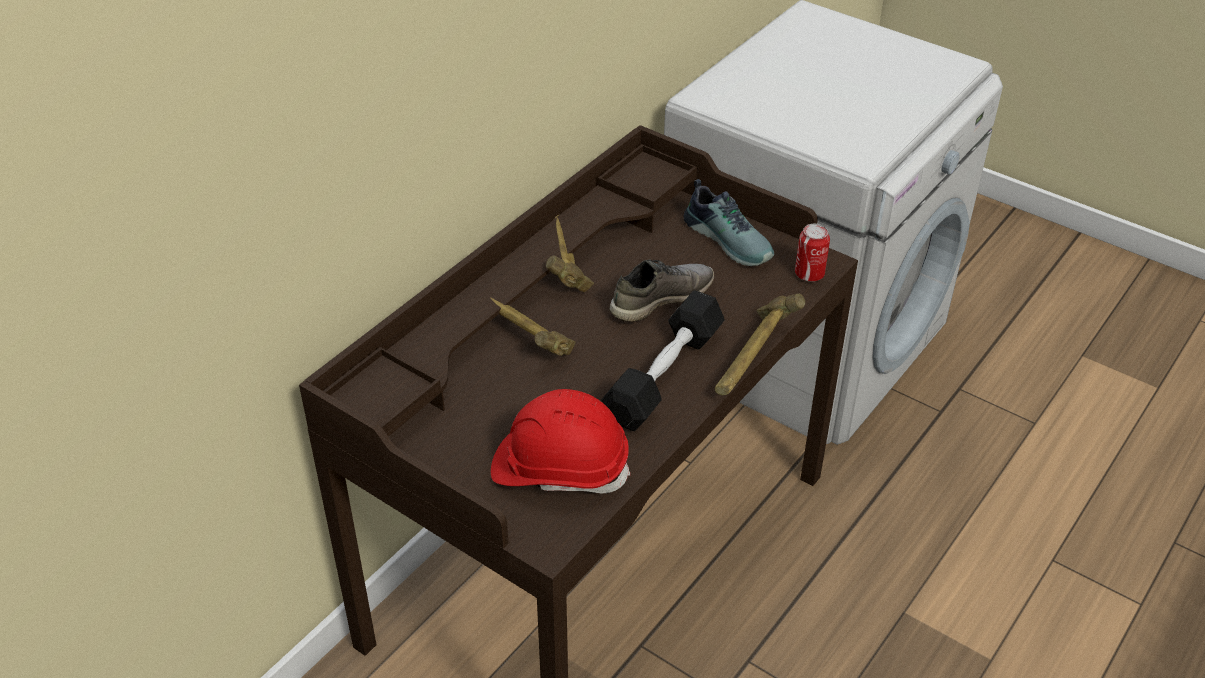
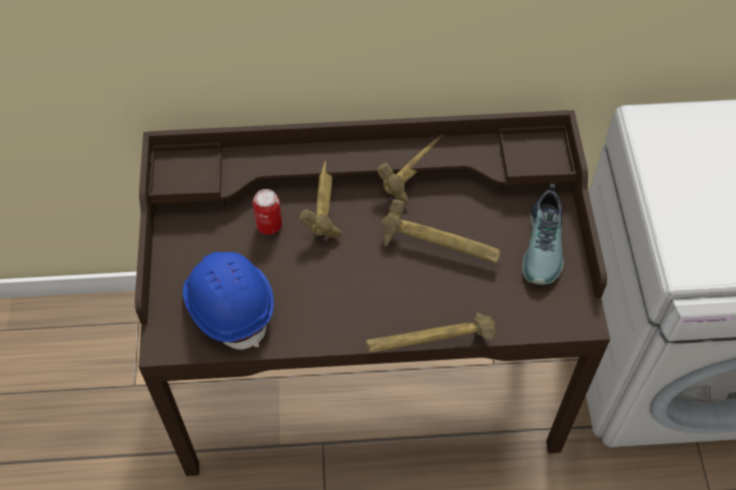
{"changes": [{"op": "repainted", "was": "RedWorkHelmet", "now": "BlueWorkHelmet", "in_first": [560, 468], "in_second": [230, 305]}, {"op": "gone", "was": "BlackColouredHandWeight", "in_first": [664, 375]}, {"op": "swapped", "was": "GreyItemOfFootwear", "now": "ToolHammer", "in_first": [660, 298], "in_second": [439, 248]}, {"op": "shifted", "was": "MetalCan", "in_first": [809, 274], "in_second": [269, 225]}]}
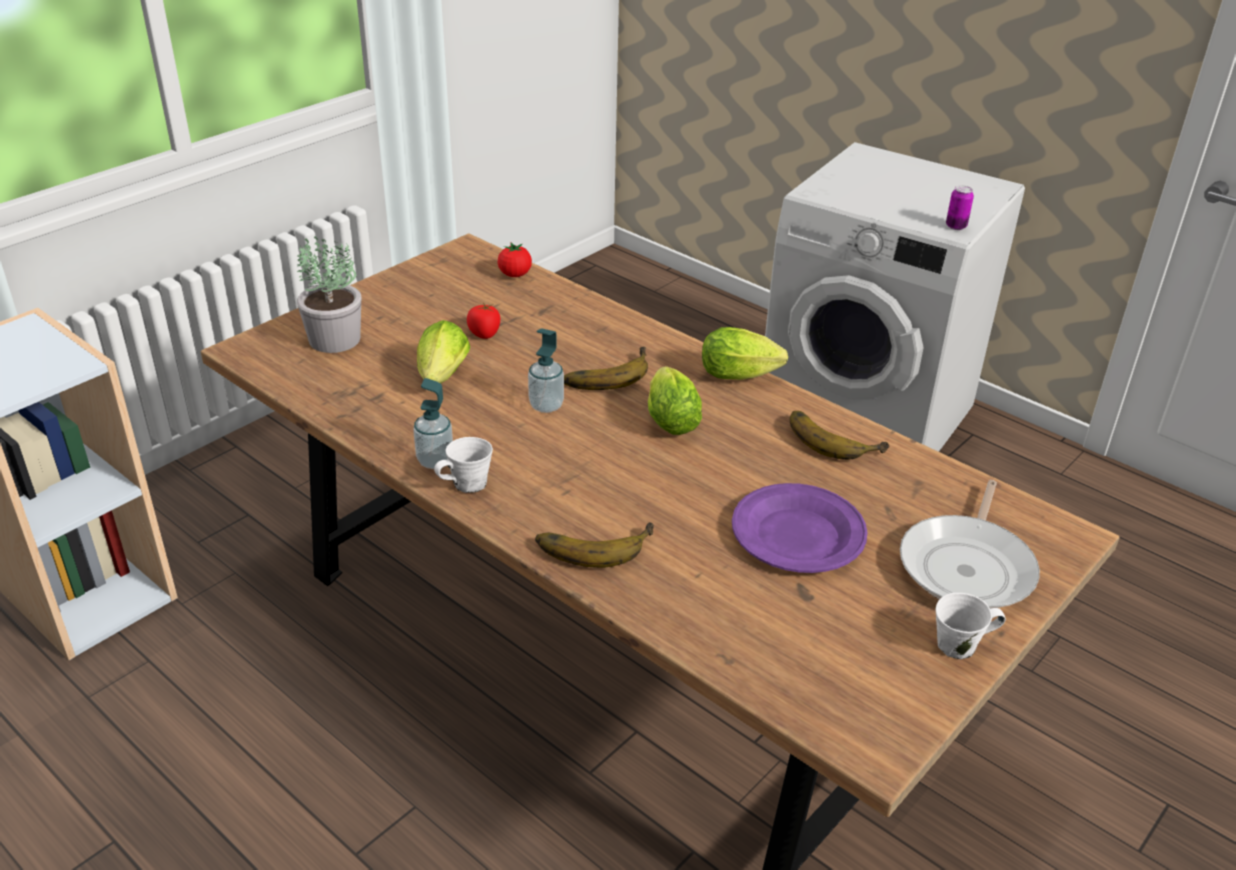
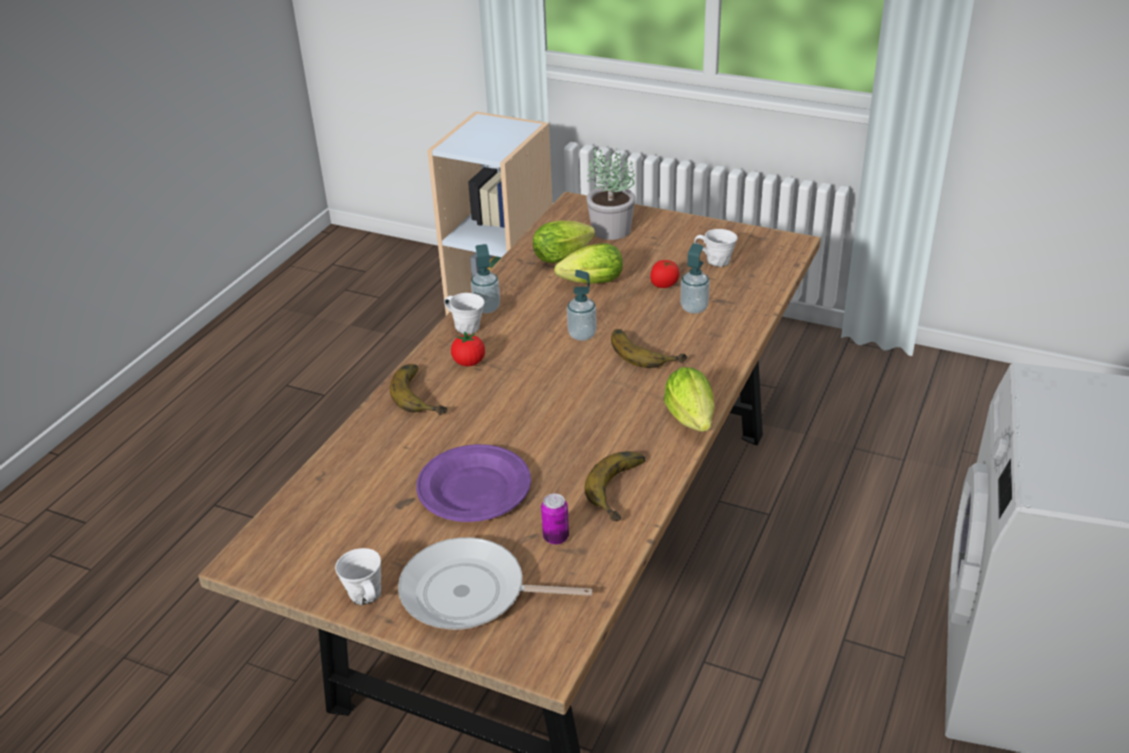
{"changes": [{"op": "shifted", "was": "Tomato", "in_first": [515, 275], "in_second": [469, 362]}, {"op": "shifted", "was": "Lettuce", "in_first": [670, 418], "in_second": [565, 256]}, {"op": "shifted", "was": "MetalCan", "in_first": [956, 226], "in_second": [556, 537]}, {"op": "new", "now": "SoapBottle", "in_second": [694, 308]}, {"op": "new", "now": "WhitishMug", "in_second": [716, 261]}]}
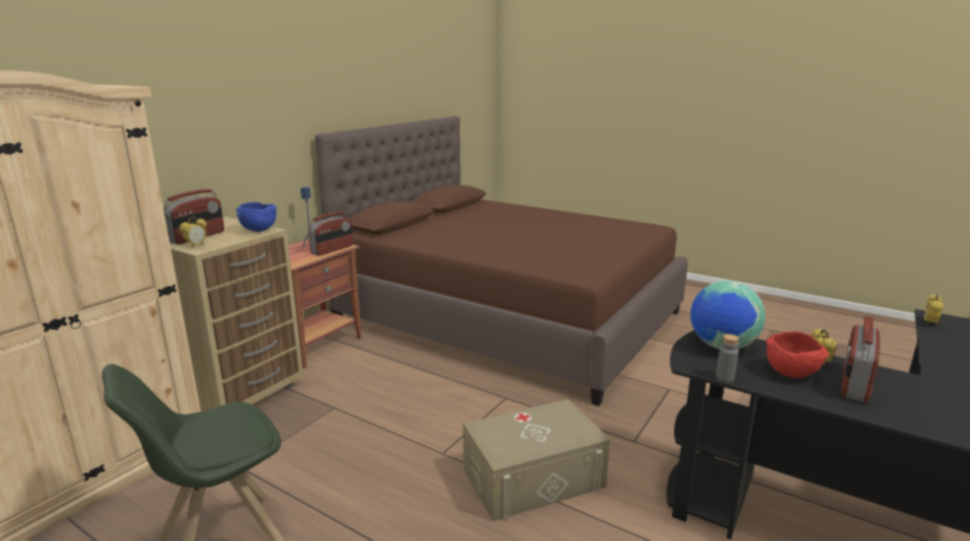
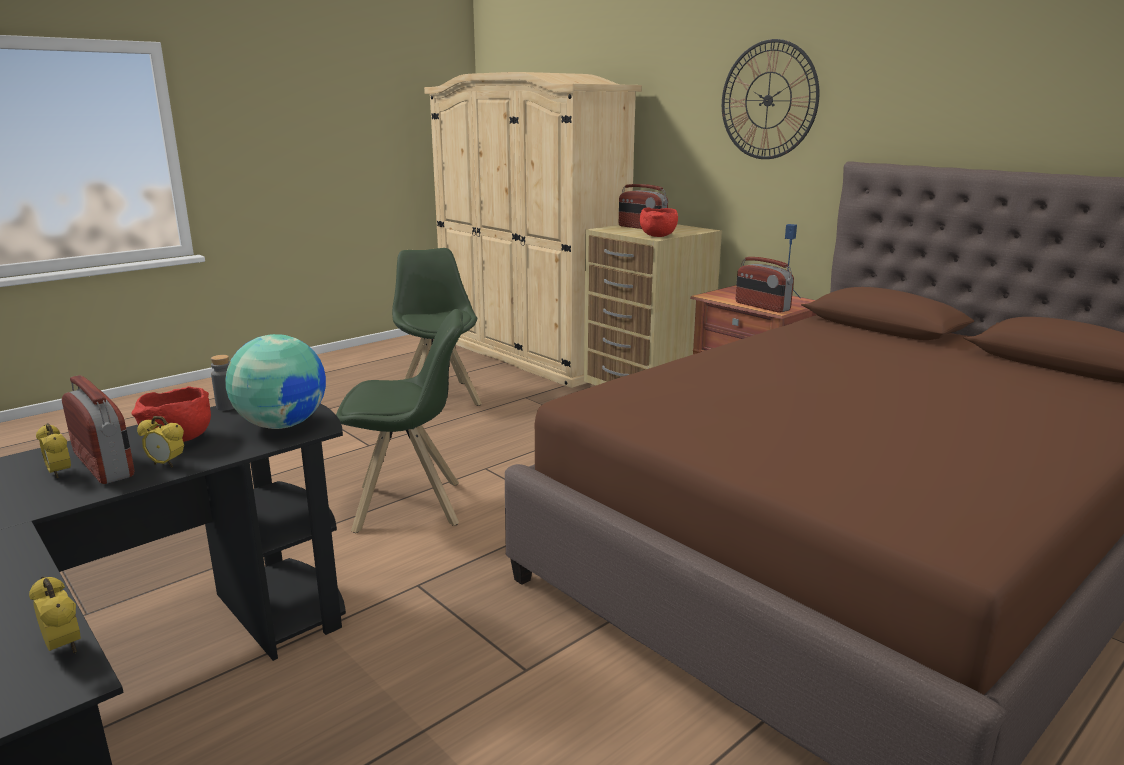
{"changes": [{"op": "shifted", "was": "TableClock", "in_first": [196, 245], "in_second": [59, 473]}, {"op": "repainted", "was": "BlueBowl", "now": "RedBowl", "in_first": [258, 230], "in_second": [658, 236]}, {"op": "swapped", "was": "SandColouredStorageBin", "now": "GreenPlainChair", "in_first": [533, 478], "in_second": [409, 506]}, {"op": "new", "now": "WallClock", "in_second": [768, 100]}]}
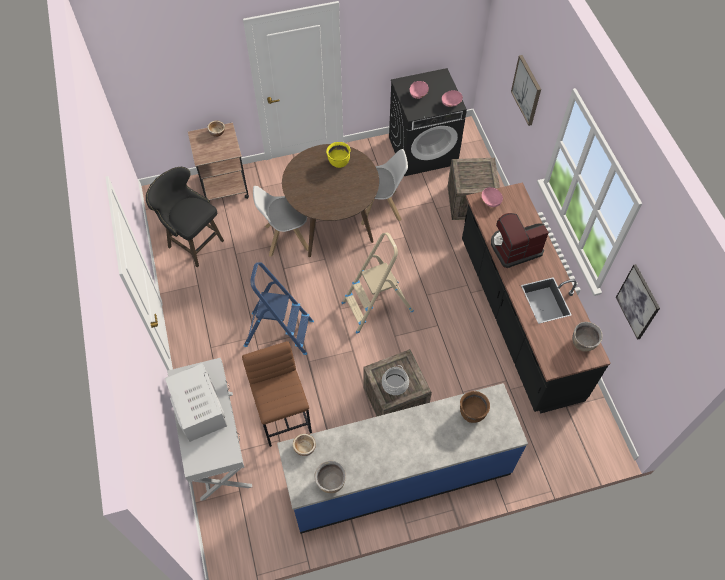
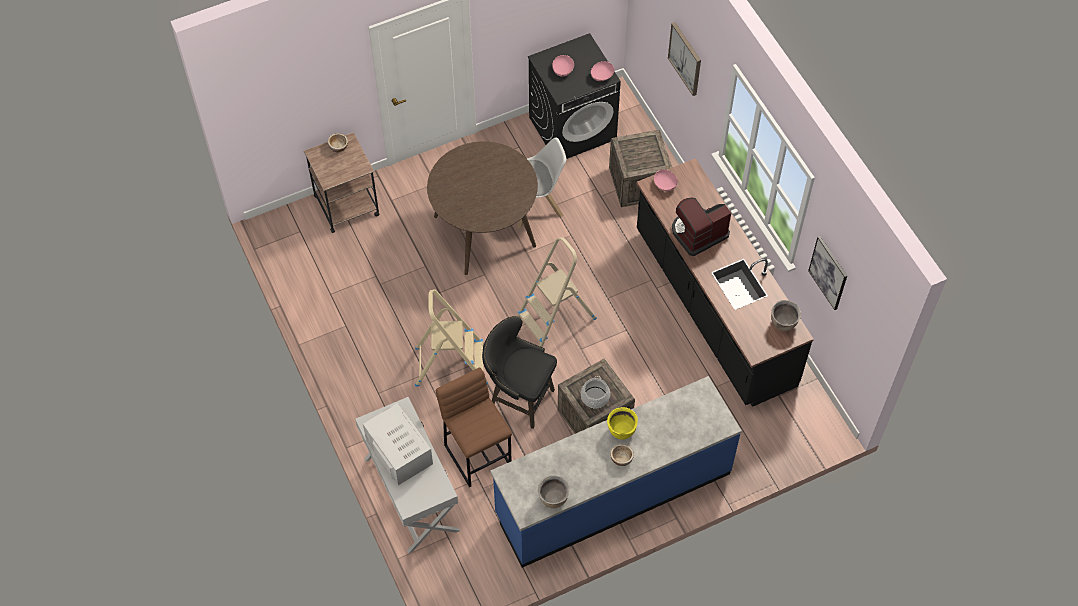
{"changes": [{"op": "shifted", "was": "BlackColouredStool", "in_first": [194, 242], "in_second": [519, 398]}, {"op": "repainted", "was": "BlueStepStool", "now": "SandColouredStepStool", "in_first": [279, 333], "in_second": [452, 366]}, {"op": "gone", "was": "PlainChair", "in_first": [285, 238]}, {"op": "shifted", "was": "Bowl", "in_first": [304, 447], "in_second": [621, 458]}, {"op": "shifted", "was": "YellowishSaucepot", "in_first": [339, 162], "in_second": [621, 430]}, {"op": "gone", "was": "BrownSaucepot", "in_first": [472, 412]}]}
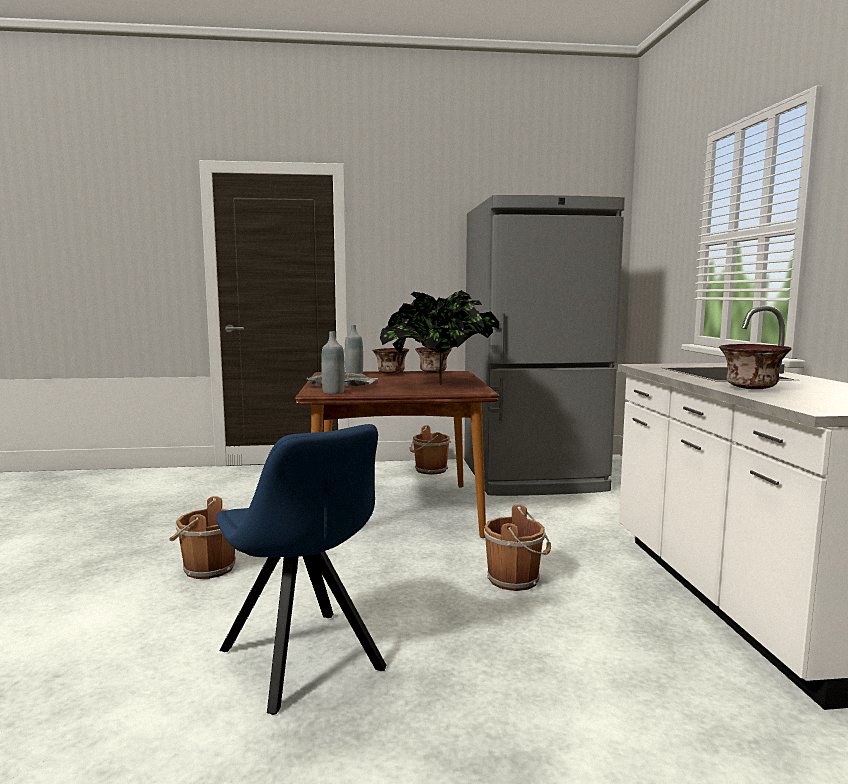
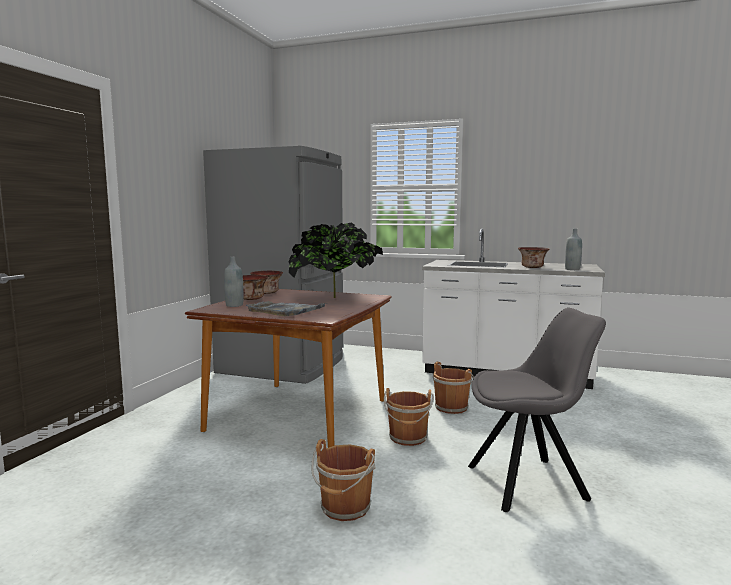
{"changes": [{"op": "repainted", "was": "BluePlainChair", "now": "GreyPlainChair", "in_first": [303, 659], "in_second": [527, 483]}, {"op": "shifted", "was": "GreyDrinkBottle", "in_first": [333, 392], "in_second": [572, 269]}, {"op": "shifted", "was": "BrownPail", "in_first": [429, 470], "in_second": [408, 438]}]}
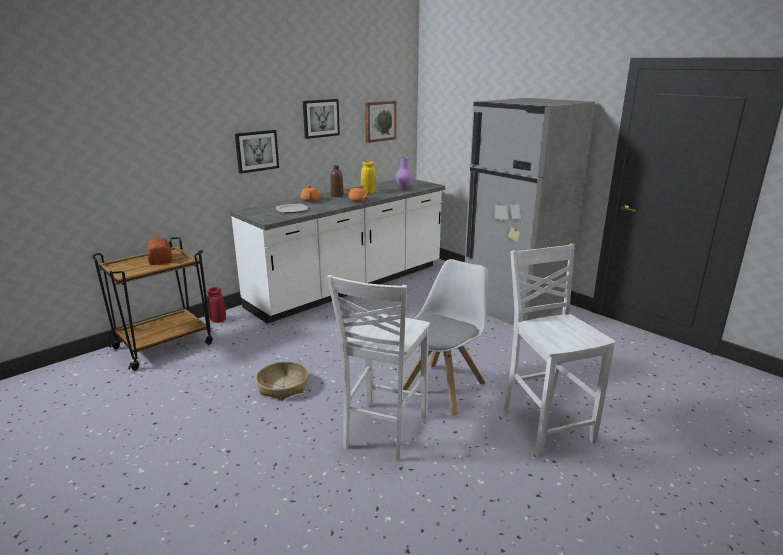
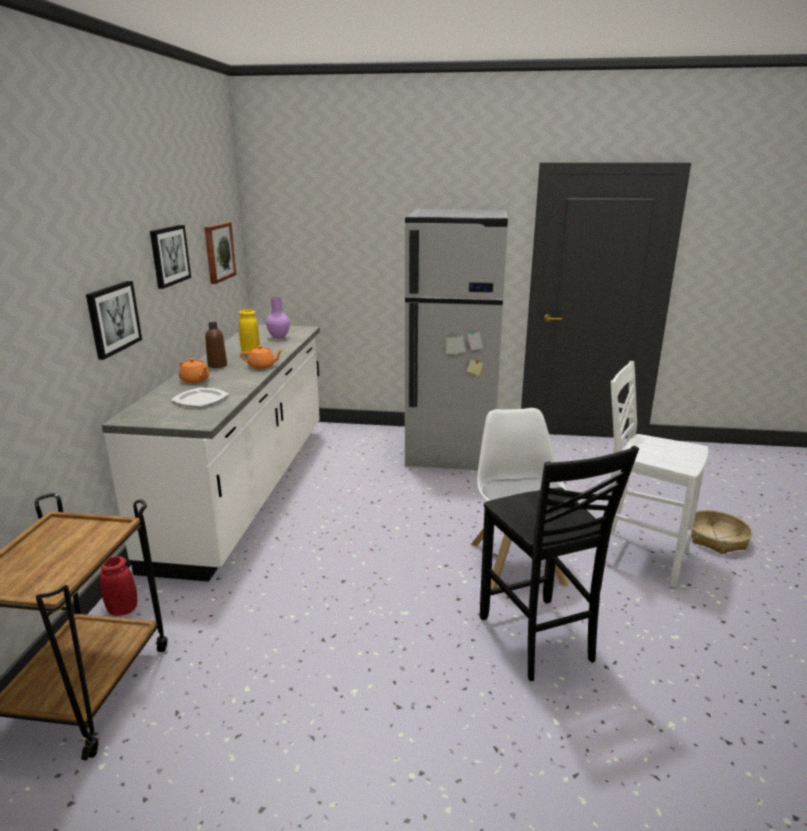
{"changes": [{"op": "gone", "was": "BakedBread", "in_first": [161, 259]}, {"op": "shifted", "was": "HouseholdBasket", "in_first": [283, 387], "in_second": [716, 539]}, {"op": "repainted", "was": "WhitishPlainChair", "now": "BlackColouredPlainChair", "in_first": [383, 432], "in_second": [537, 640]}]}
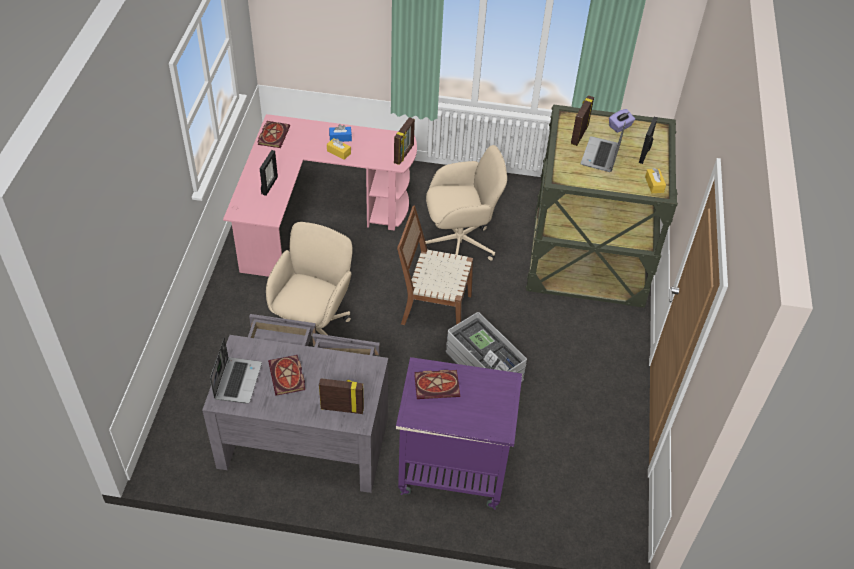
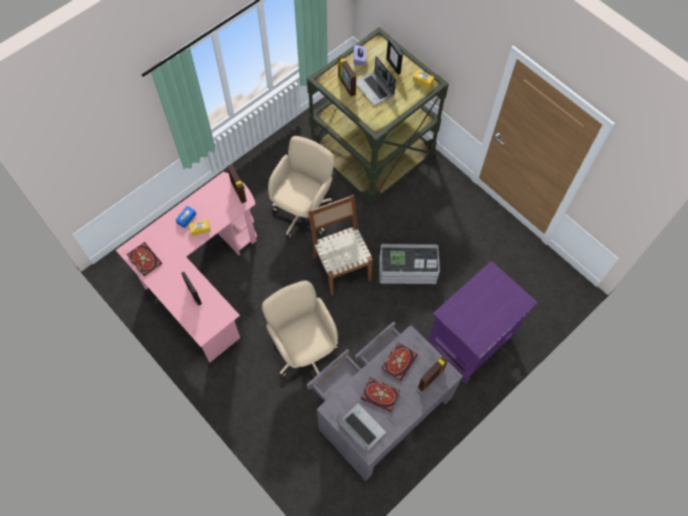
{"changes": [{"op": "rotated", "was": "PlainChair", "in_first": [433, 308], "in_second": [341, 265], "clockwise": 105}, {"op": "shifted", "was": "Book", "in_first": [438, 385], "in_second": [399, 360]}]}
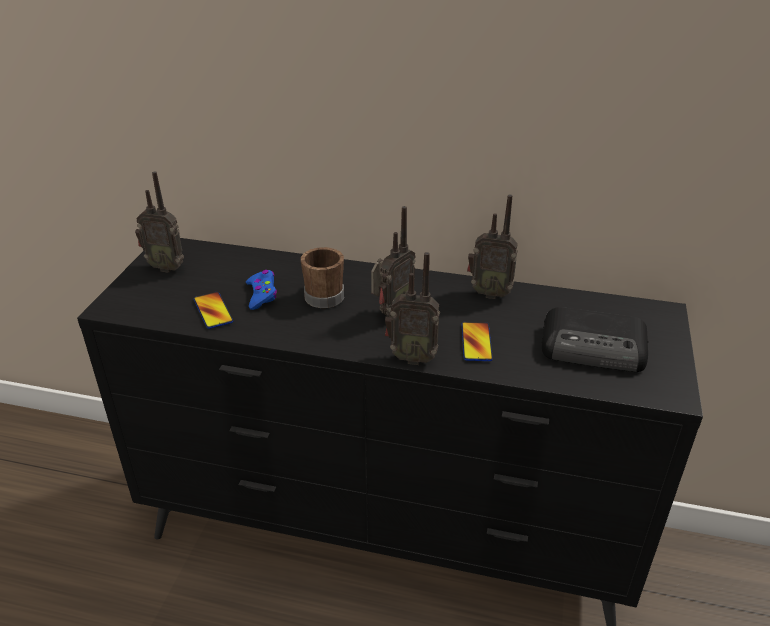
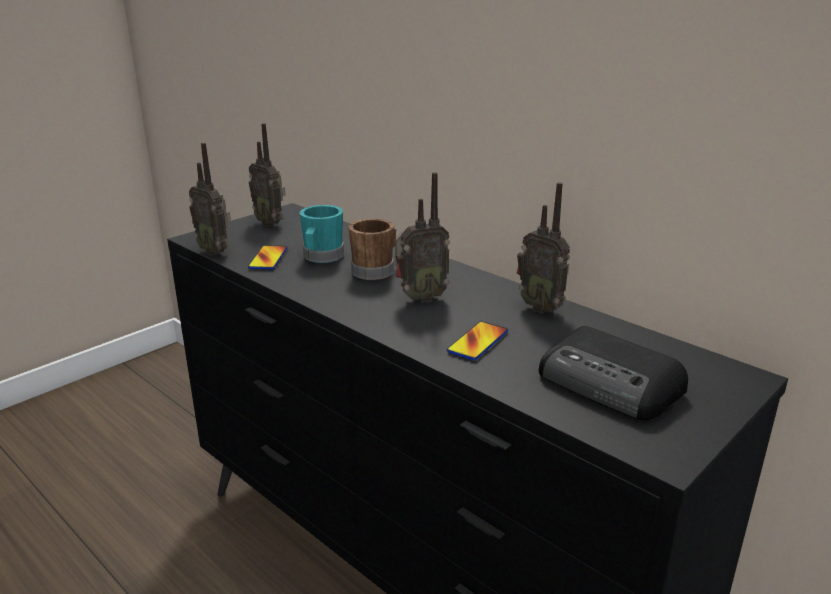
{"changes": [{"op": "swapped", "was": "BlueGamepad", "now": "BlueGreenMug", "in_first": [262, 294], "in_second": [321, 257]}, {"op": "shifted", "was": "RadioSet", "in_first": [411, 357], "in_second": [215, 251]}]}
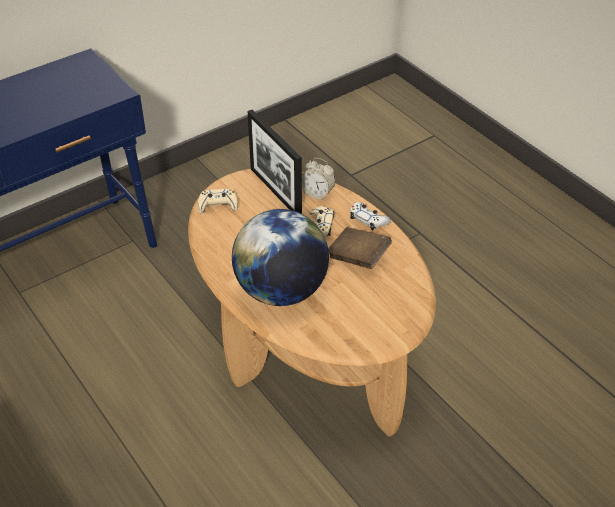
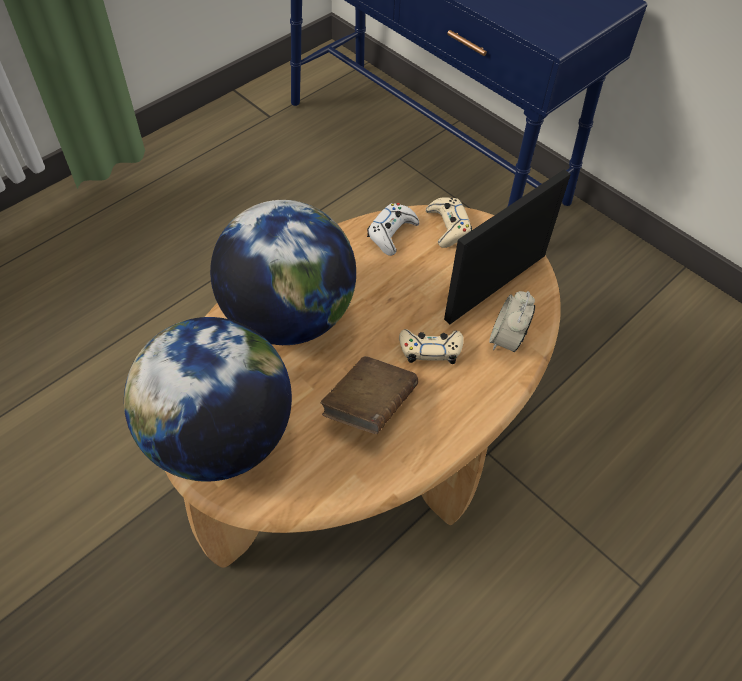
{"changes": [{"op": "shifted", "was": "WhitishGamepad", "in_first": [368, 220], "in_second": [391, 233]}, {"op": "new", "now": "WorldGlobe", "in_second": [220, 437]}]}
